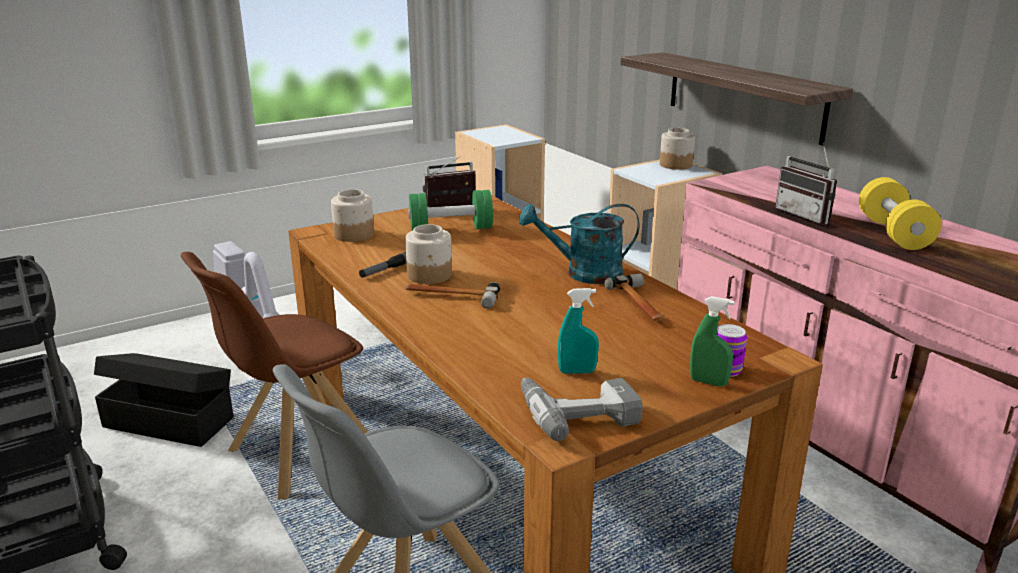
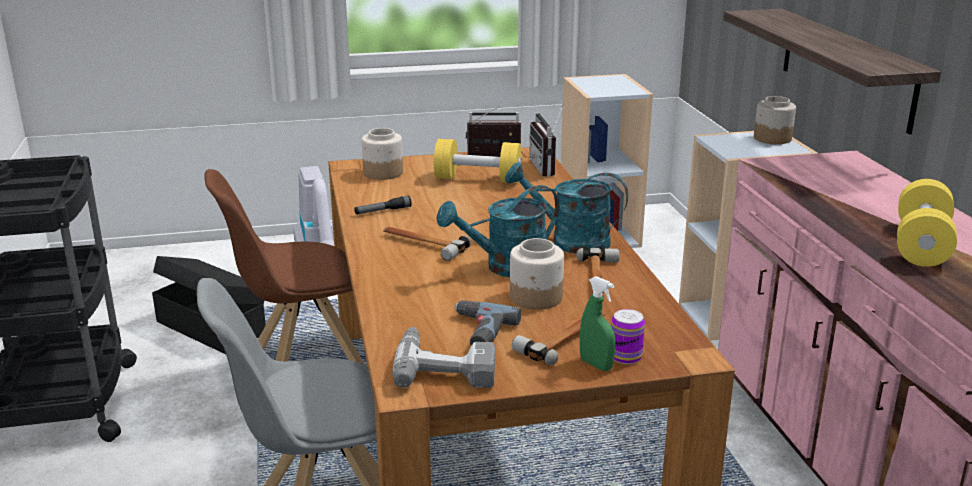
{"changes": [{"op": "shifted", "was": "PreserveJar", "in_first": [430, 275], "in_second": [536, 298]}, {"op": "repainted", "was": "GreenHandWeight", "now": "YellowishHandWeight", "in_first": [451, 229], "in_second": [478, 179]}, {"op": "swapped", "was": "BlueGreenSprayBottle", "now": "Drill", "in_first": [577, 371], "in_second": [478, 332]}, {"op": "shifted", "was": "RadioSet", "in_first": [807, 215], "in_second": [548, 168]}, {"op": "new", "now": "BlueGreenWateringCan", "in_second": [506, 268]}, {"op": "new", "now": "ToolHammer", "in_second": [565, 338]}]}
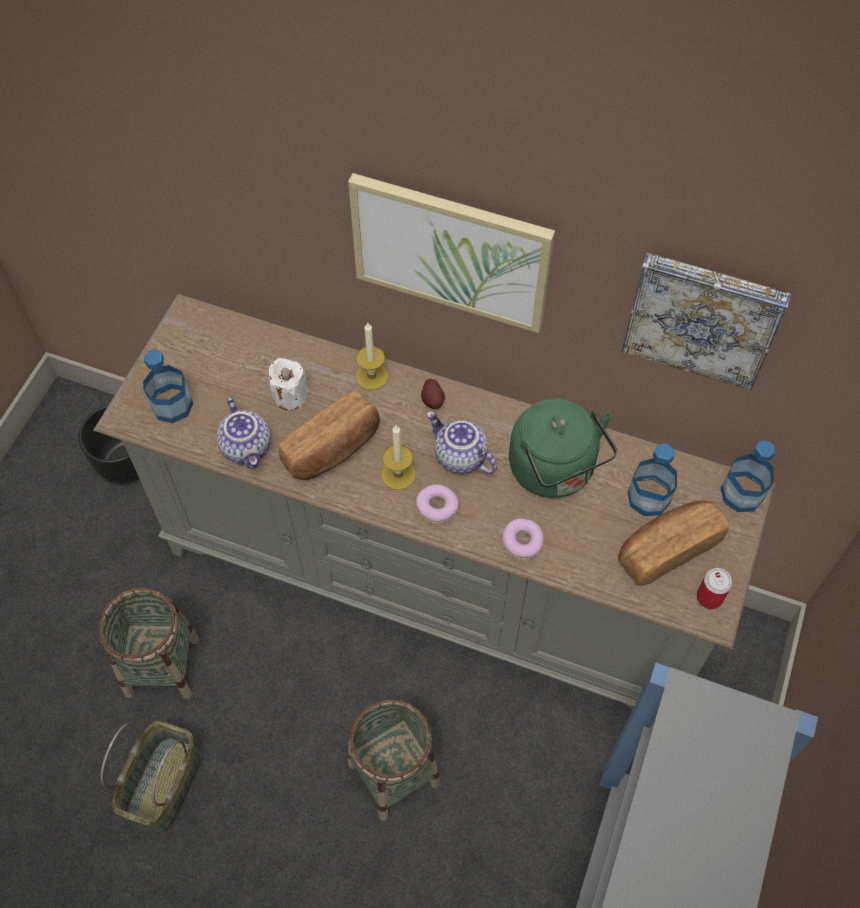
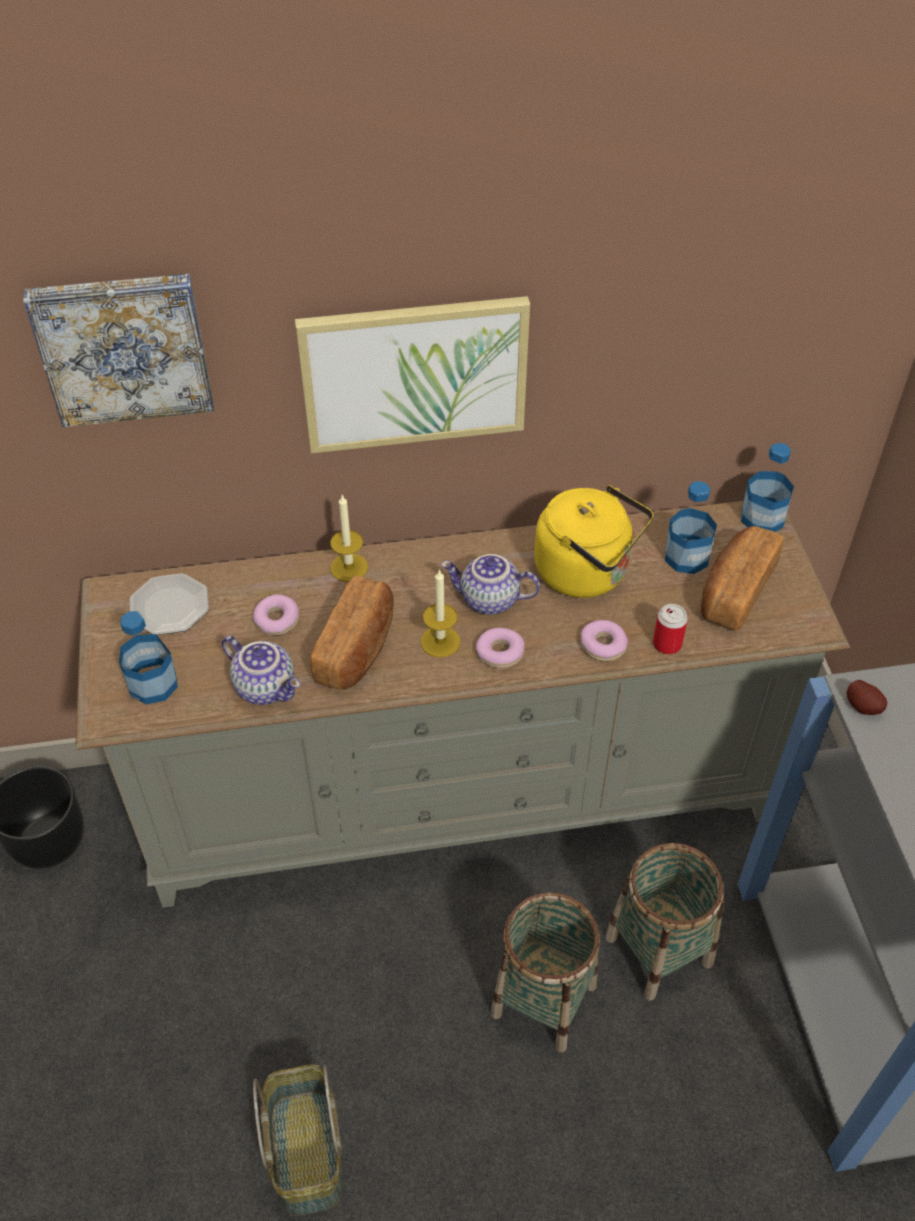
{"changes": [{"op": "shifted", "was": "HouseholdBasket", "in_first": [162, 666], "in_second": [658, 950]}, {"op": "swapped", "was": "WhitishWaxLight", "now": "Donut", "in_first": [290, 396], "in_second": [277, 620]}, {"op": "shifted", "was": "Potato", "in_first": [433, 400], "in_second": [863, 706]}, {"op": "repainted", "was": "GreenKettle", "now": "YellowishKettle", "in_first": [555, 471], "in_second": [587, 572]}, {"op": "shifted", "was": "Picture", "in_first": [703, 317], "in_second": [123, 347]}, {"op": "shifted", "was": "MetalCan", "in_first": [709, 597], "in_second": [667, 644]}, {"op": "new", "now": "Plate", "in_second": [169, 606]}]}
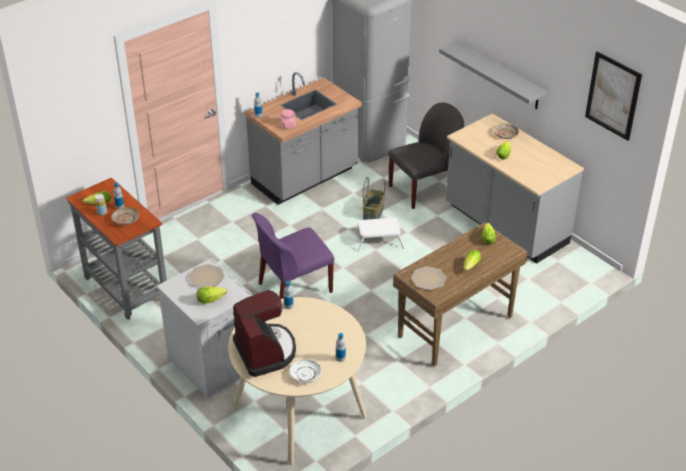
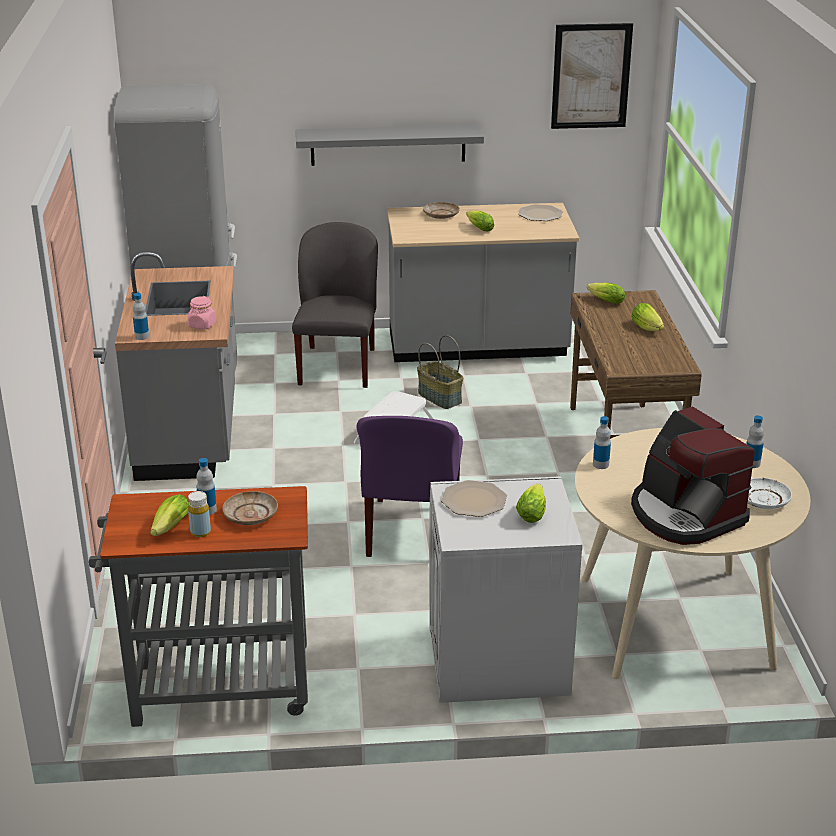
{"changes": [{"op": "rotated", "was": "CoffeeBrewer", "in_first": [265, 351], "in_second": [685, 514], "clockwise": -135}, {"op": "shifted", "was": "HouseholdBasket", "in_first": [373, 213], "in_second": [440, 397]}, {"op": "shifted", "was": "Plate", "in_first": [428, 278], "in_second": [540, 214]}]}
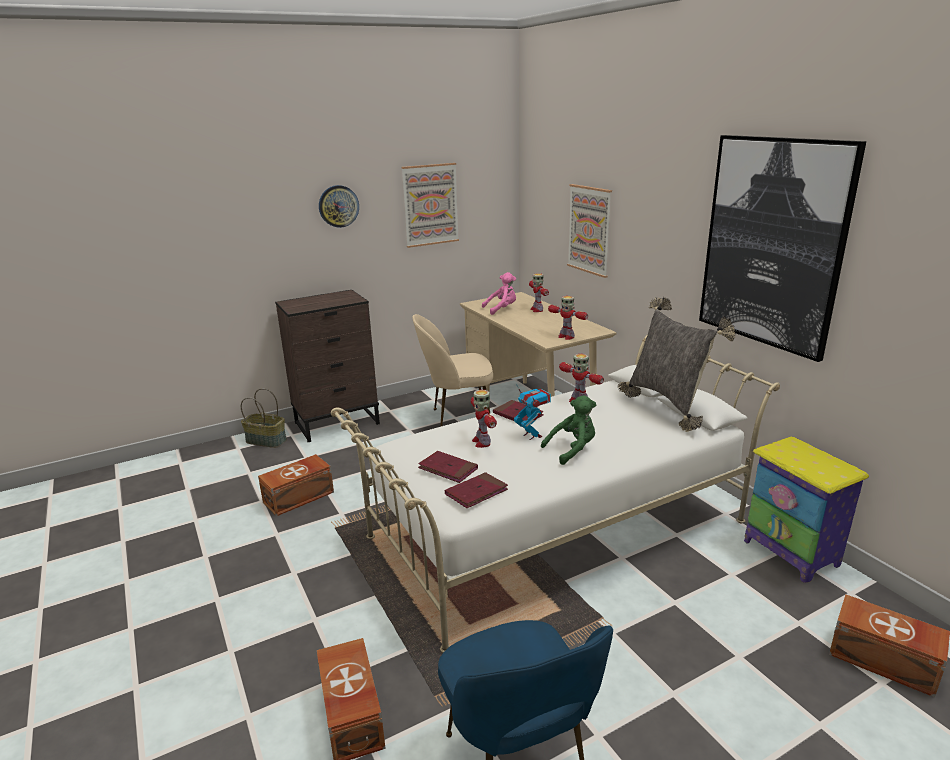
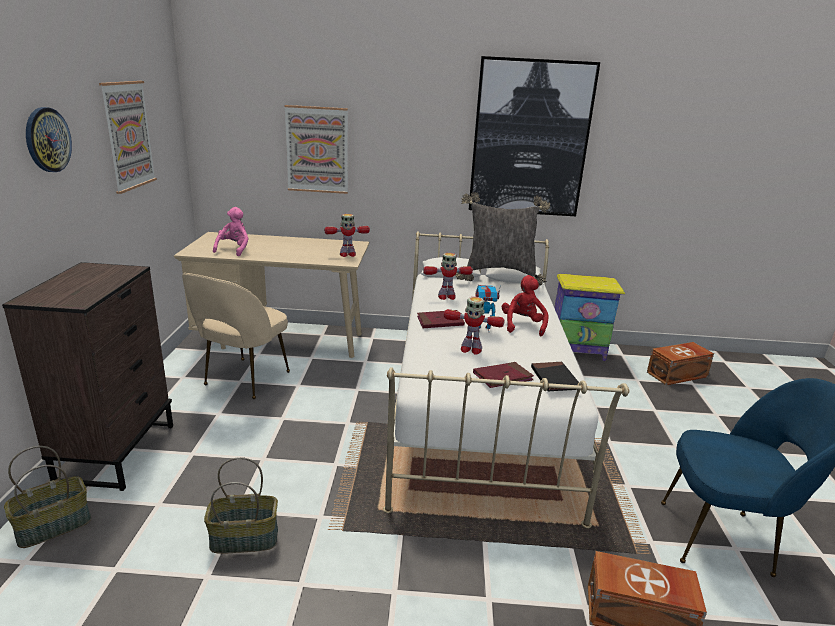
{"changes": [{"op": "swapped", "was": "BrownStorageBin", "now": "HouseholdBasket", "in_first": [300, 497], "in_second": [245, 538]}, {"op": "repainted", "was": "RedBook", "now": "BlackColouredBook", "in_first": [476, 492], "in_second": [554, 379]}, {"op": "gone", "was": "ModelRobot", "in_first": [537, 310]}, {"op": "repainted", "was": "GreenSoftToy", "now": "RedSoftToy", "in_first": [572, 450], "in_second": [522, 325]}]}
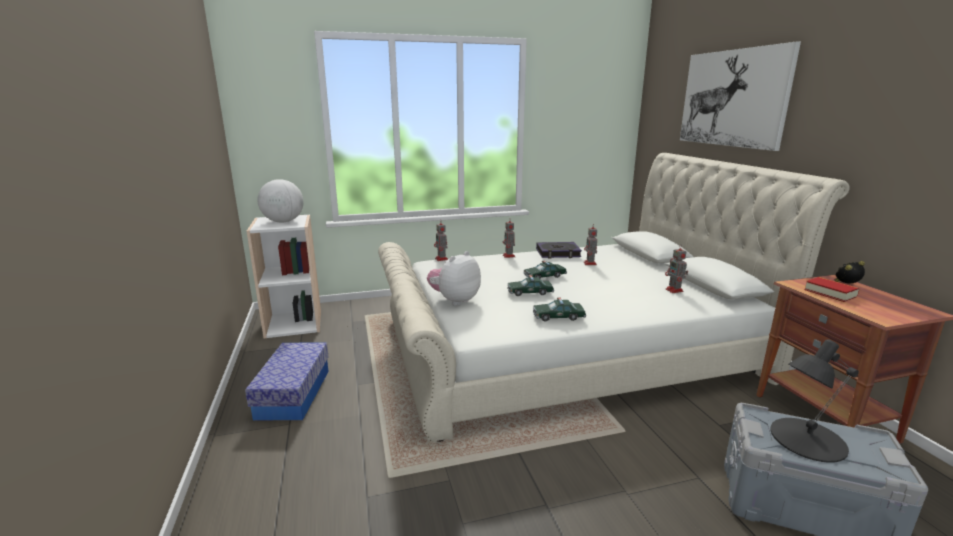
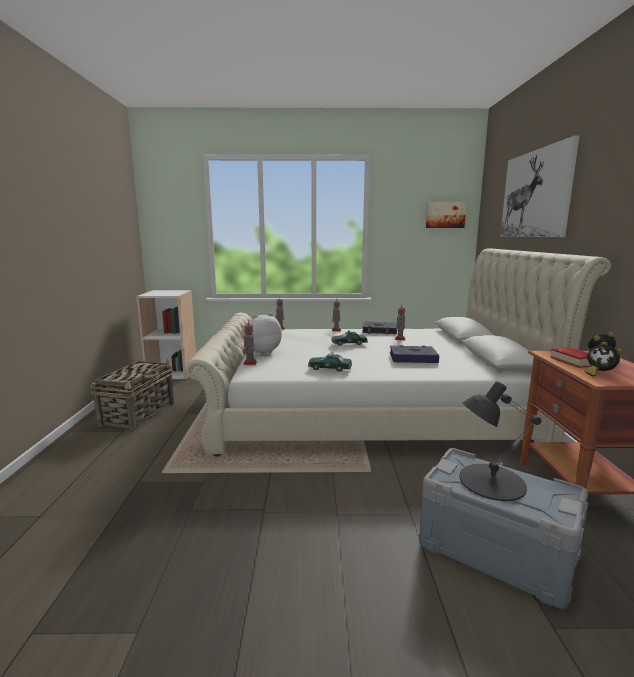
{"changes": [{"op": "swapped", "was": "StorageBin", "now": "HouseholdBasket", "in_first": [293, 393], "in_second": [139, 414]}, {"op": "gone", "was": "WorldGlobe", "in_first": [283, 221]}, {"op": "gone", "was": "ToyCar", "in_first": [530, 292]}, {"op": "shifted", "was": "ModelRobot", "in_first": [675, 290], "in_second": [250, 363]}, {"op": "new", "now": "Book", "in_second": [413, 358]}, {"op": "new", "now": "Picture", "in_second": [445, 215]}, {"op": "new", "now": "TableClock", "in_second": [599, 374]}]}
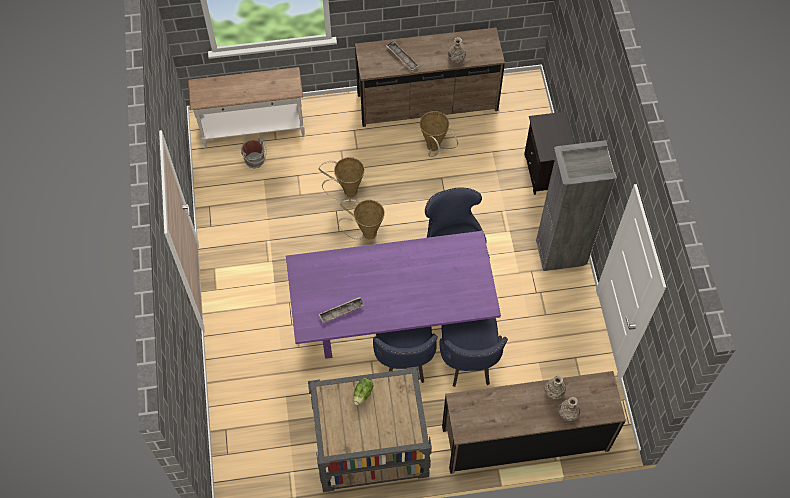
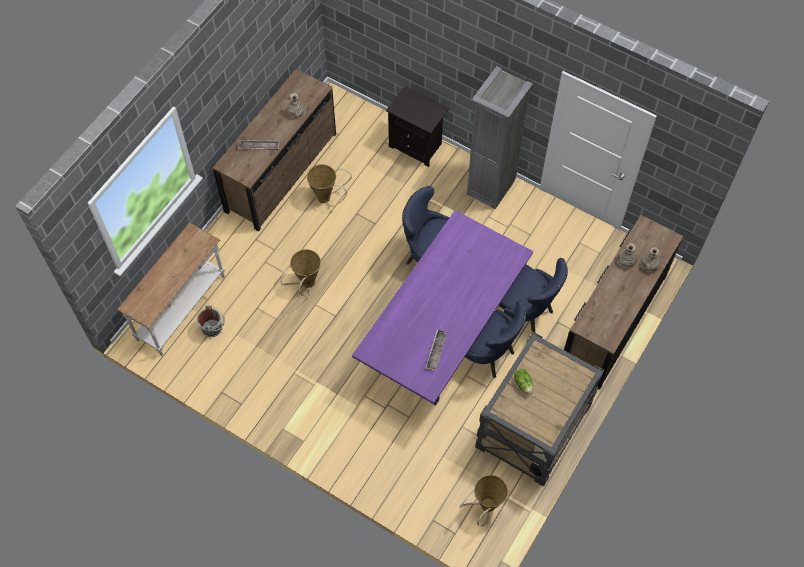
{"changes": [{"op": "shifted", "was": "HouseholdBasket", "in_first": [366, 233], "in_second": [485, 507]}]}
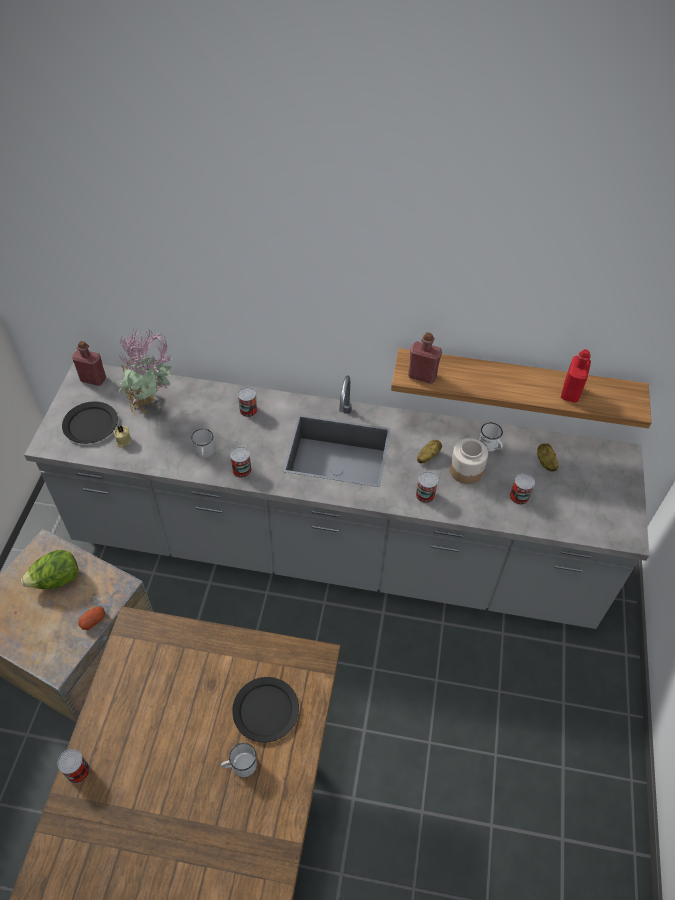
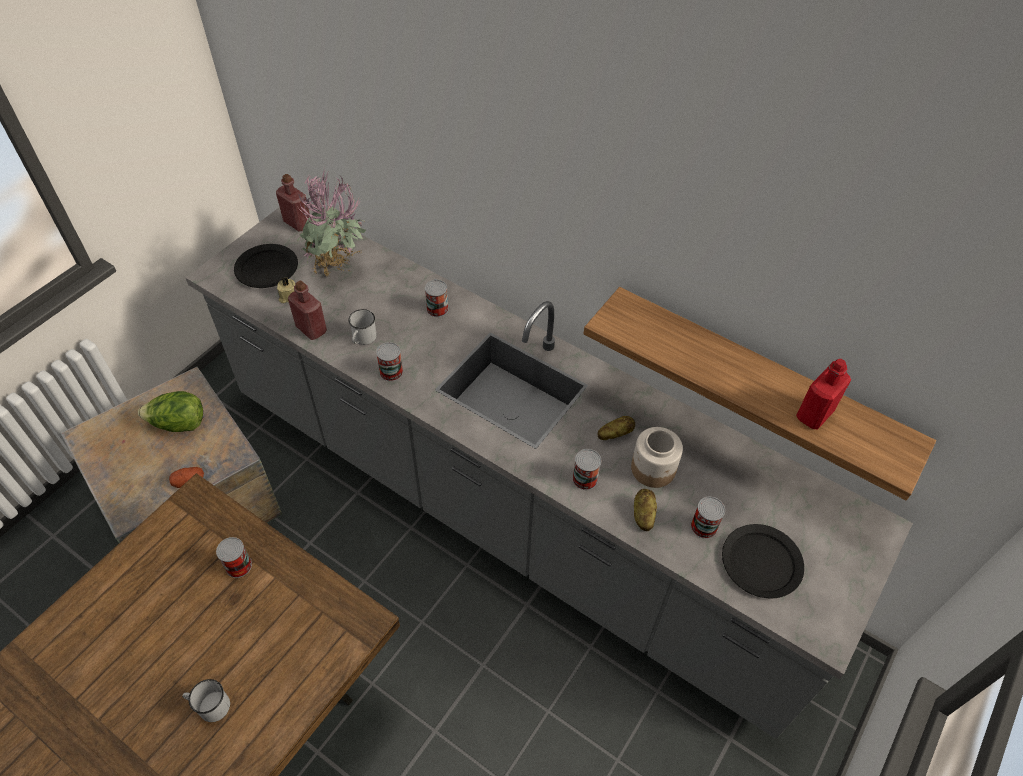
{"changes": [{"op": "shifted", "was": "MetalCan", "in_first": [77, 771], "in_second": [238, 565]}, {"op": "shifted", "was": "BlackColouredPlate", "in_first": [266, 711], "in_second": [761, 563]}, {"op": "shifted", "was": "RedDrinkBottle", "in_first": [422, 376], "in_second": [311, 329]}, {"op": "gone", "was": "WhitishMug", "in_first": [490, 446]}, {"op": "shifted", "was": "Potato", "in_first": [545, 462], "in_second": [643, 515]}]}
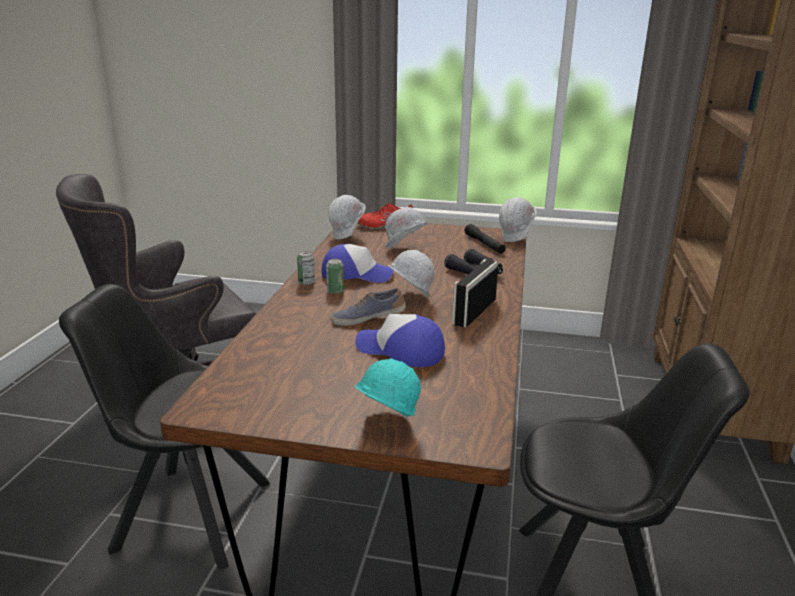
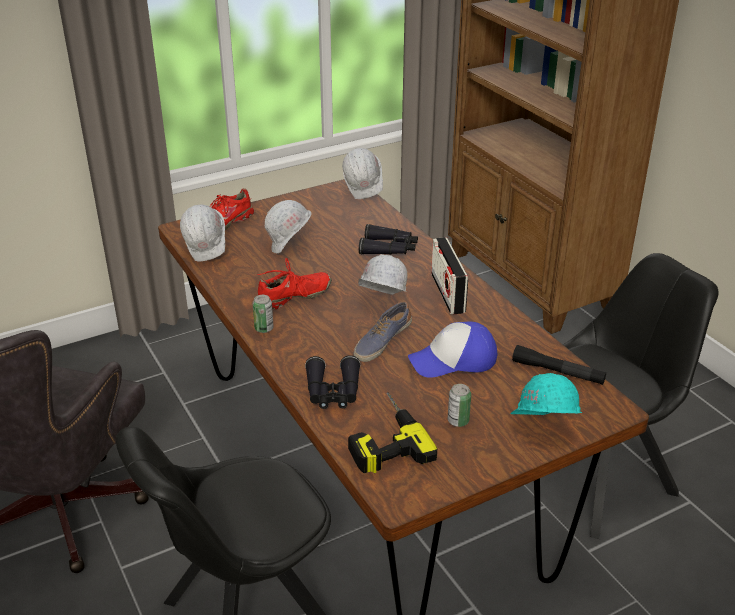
{"changes": [{"op": "swapped", "was": "Cap", "now": "RedItemOfFootwear", "in_first": [356, 275], "in_second": [294, 298]}, {"op": "shifted", "was": "MetalCan", "in_first": [335, 291], "in_second": [458, 421]}, {"op": "shifted", "was": "BlackColouredTorch", "in_first": [484, 244], "in_second": [558, 372]}, {"op": "new", "now": "BlackColouredFieldGlasses", "in_second": [333, 392]}, {"op": "new", "now": "Drill", "in_second": [382, 438]}]}
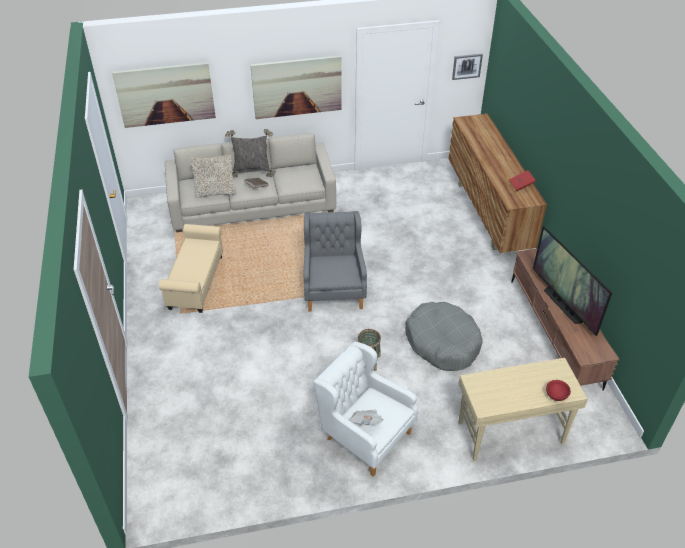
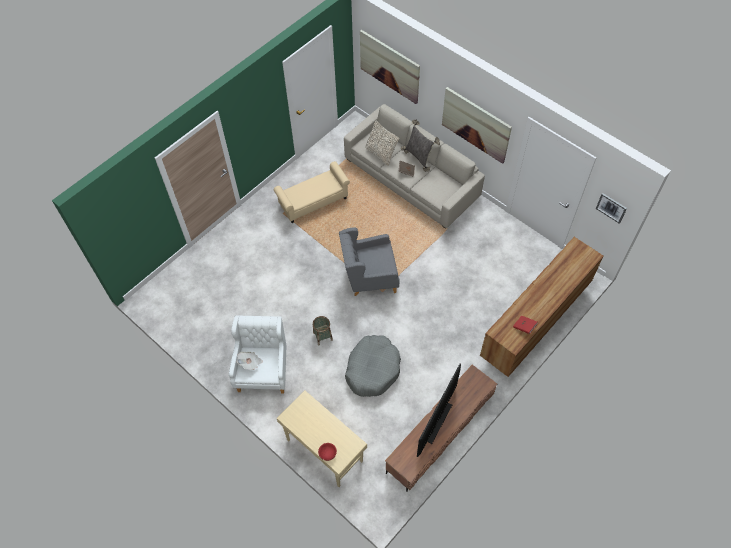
{"changes": [{"op": "rotated", "was": "GreyEasyChair", "in_first": [334, 289], "in_second": [369, 278], "clockwise": -150}]}
